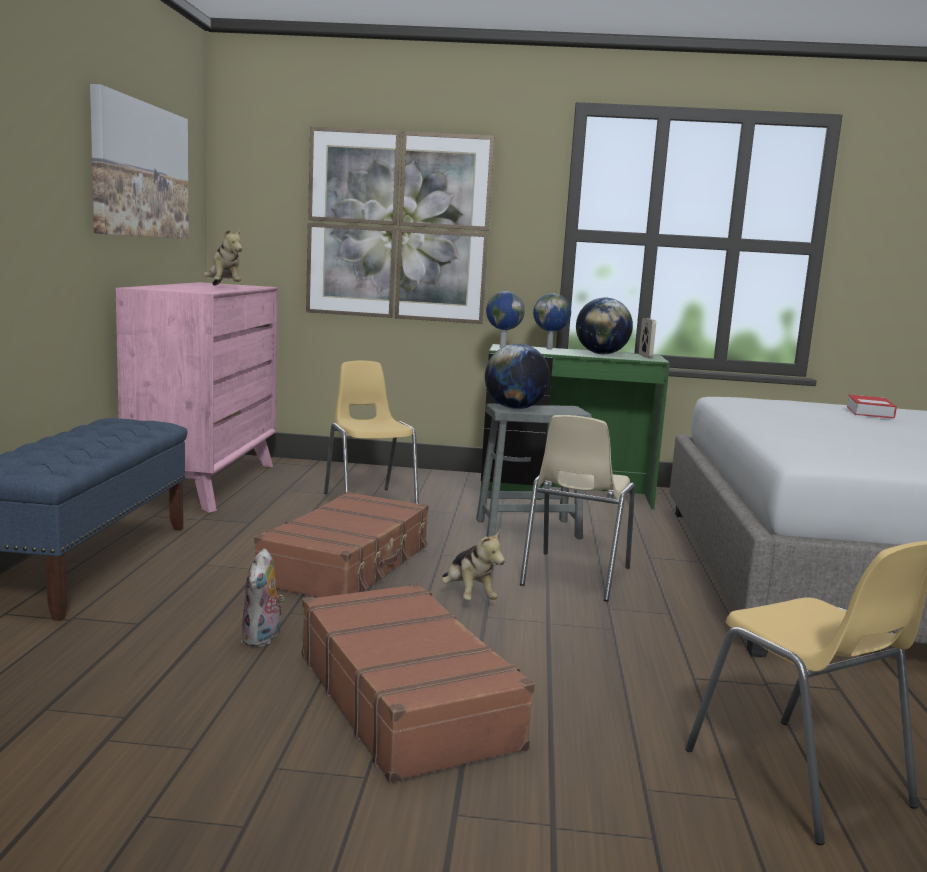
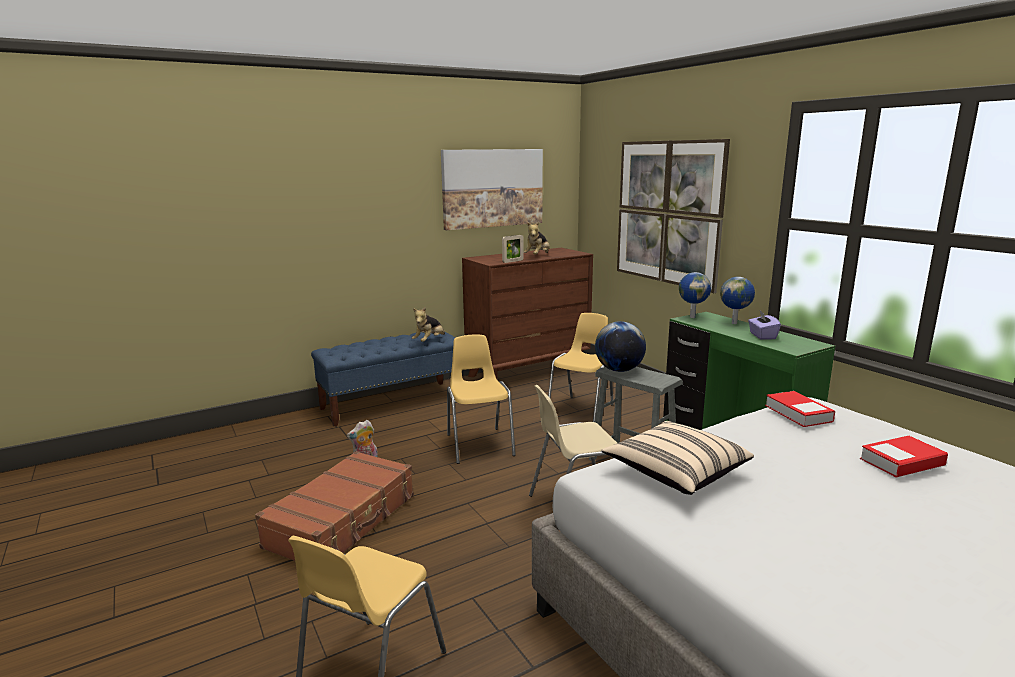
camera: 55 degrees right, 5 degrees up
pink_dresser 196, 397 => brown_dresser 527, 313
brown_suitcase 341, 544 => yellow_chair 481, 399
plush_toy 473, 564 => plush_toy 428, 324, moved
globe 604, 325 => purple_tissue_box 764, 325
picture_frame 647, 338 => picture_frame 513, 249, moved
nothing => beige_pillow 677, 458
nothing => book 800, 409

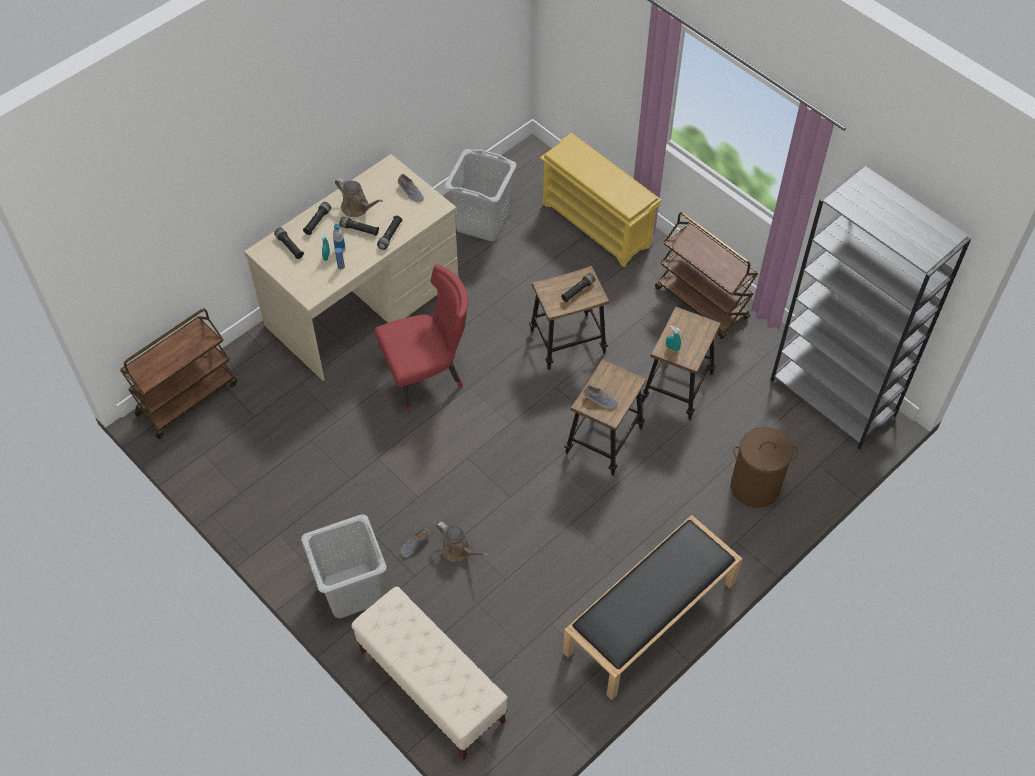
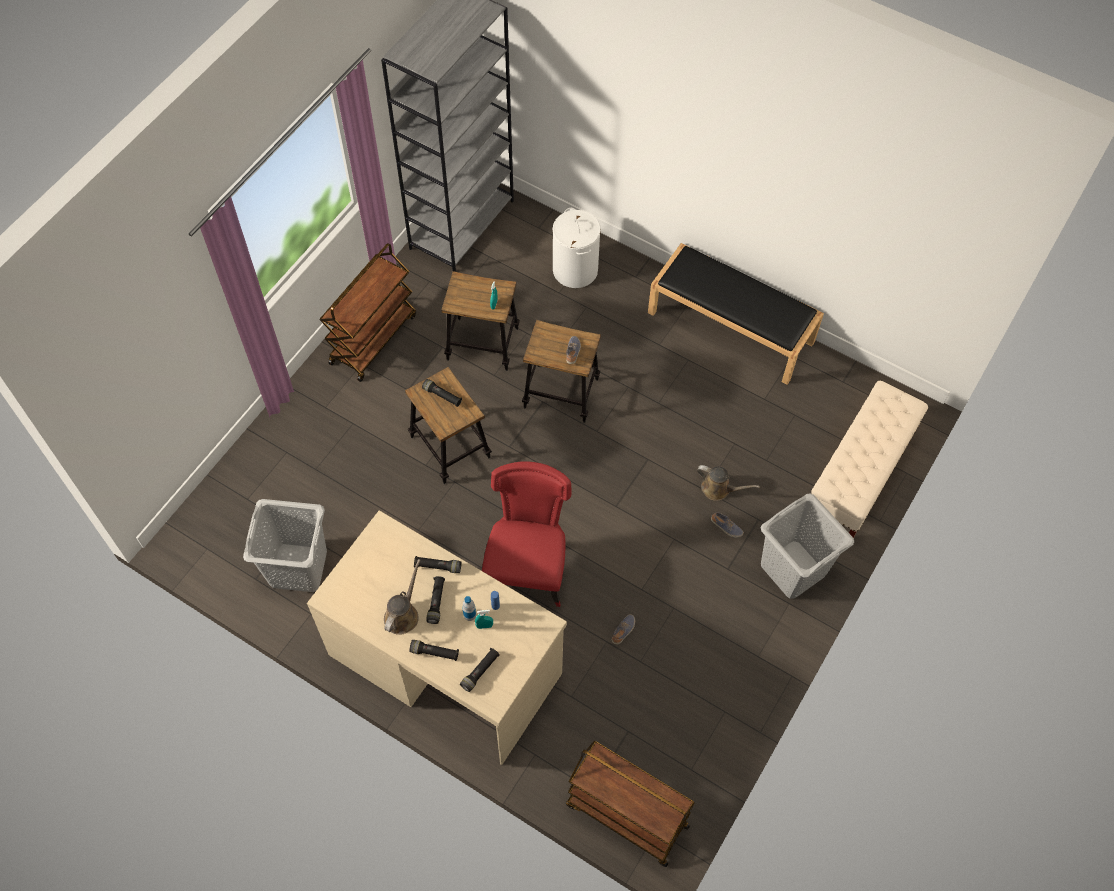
camera: 105 degrees left, 5 degrees up
red_chair 421, 339 => red_chair 526, 534, 45 degrees clockwise
shoe 411, 188 => shoe 623, 629, moved
brown_watering_can 462, 542 => brown_watering_can 728, 483, 90 degrees clockwise
yellow_shoe_rack 600, 200 => nothing
brown_laundry_basket 764, 467 => white_laundry_basket 577, 248

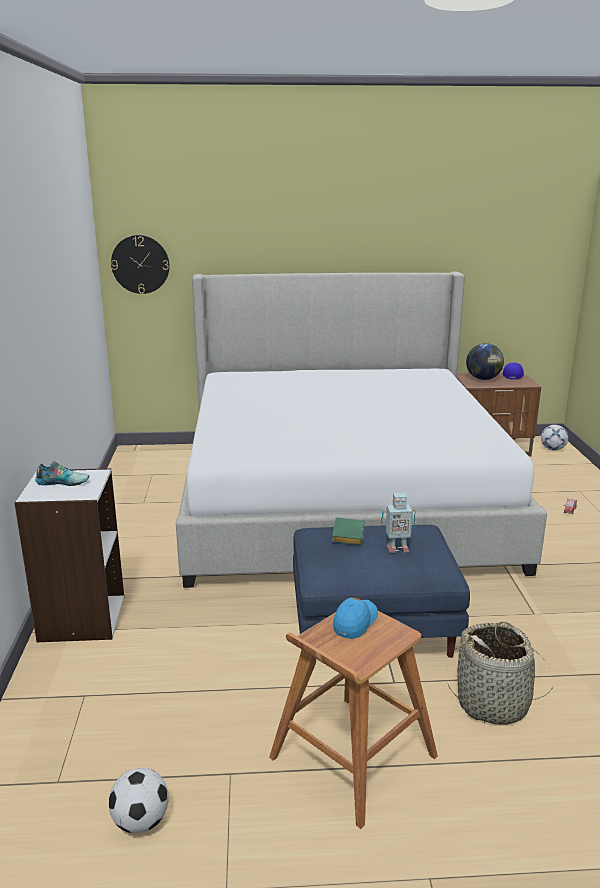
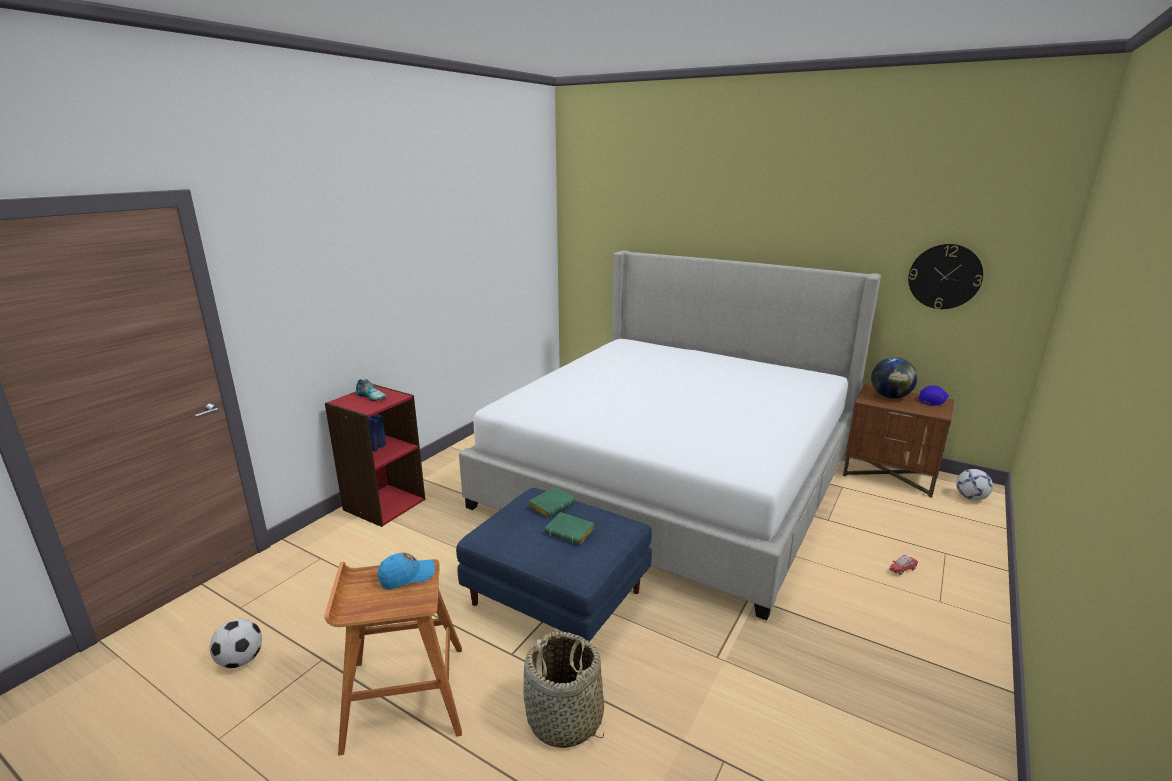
camera: 35 degrees right, 0 degrees up
white_bookcase 69, 555 => red_bookcase 375, 455
wall_clock 140, 264 => wall_clock 945, 276, moved
toy_robot 398, 523 => green_book 569, 528

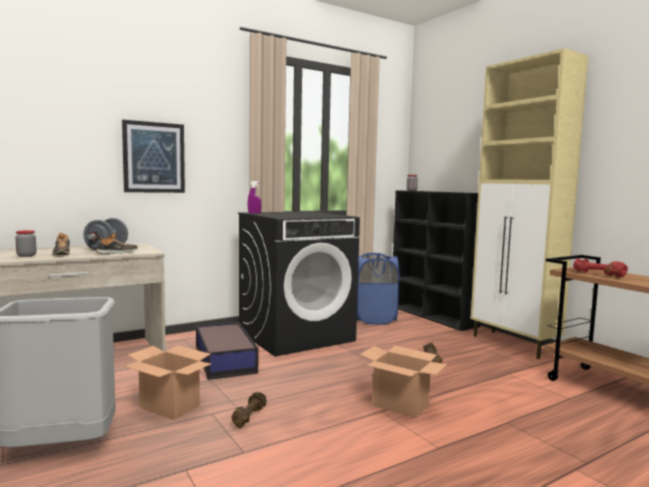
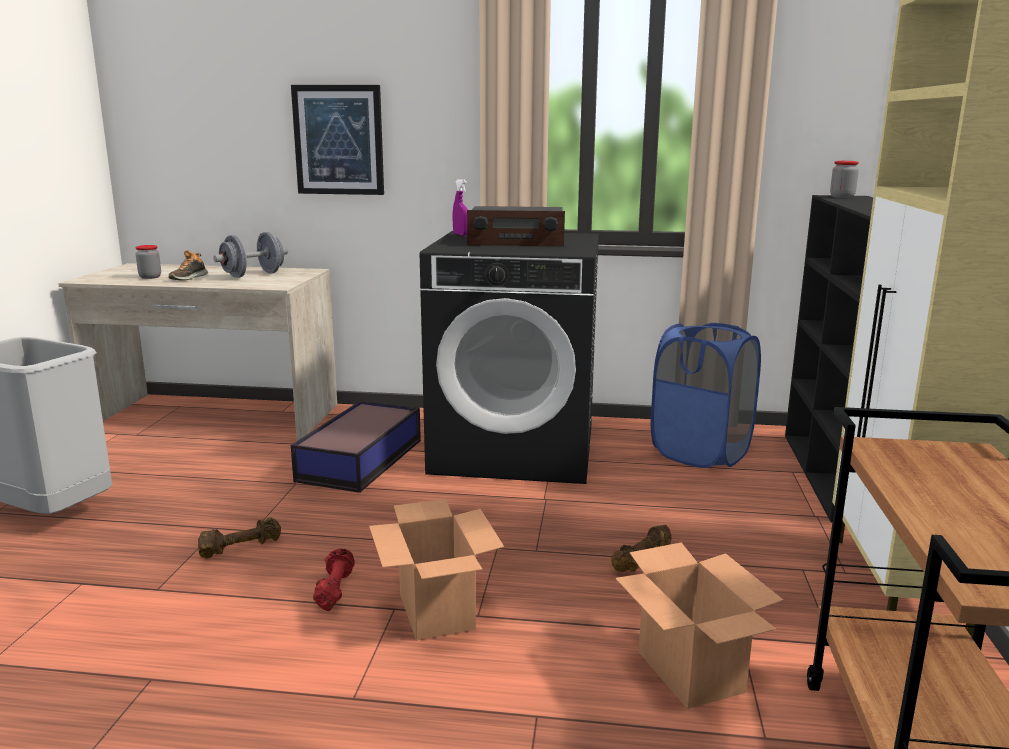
camera: 40 degrees right, 10 degrees up
shoe 117, 243 => nothing
cardboard_box 167, 382 => cardboard_box 699, 625, moved
red_dumbbell 600, 267 => red_dumbbell 334, 579, moved
nothing => radio 516, 226

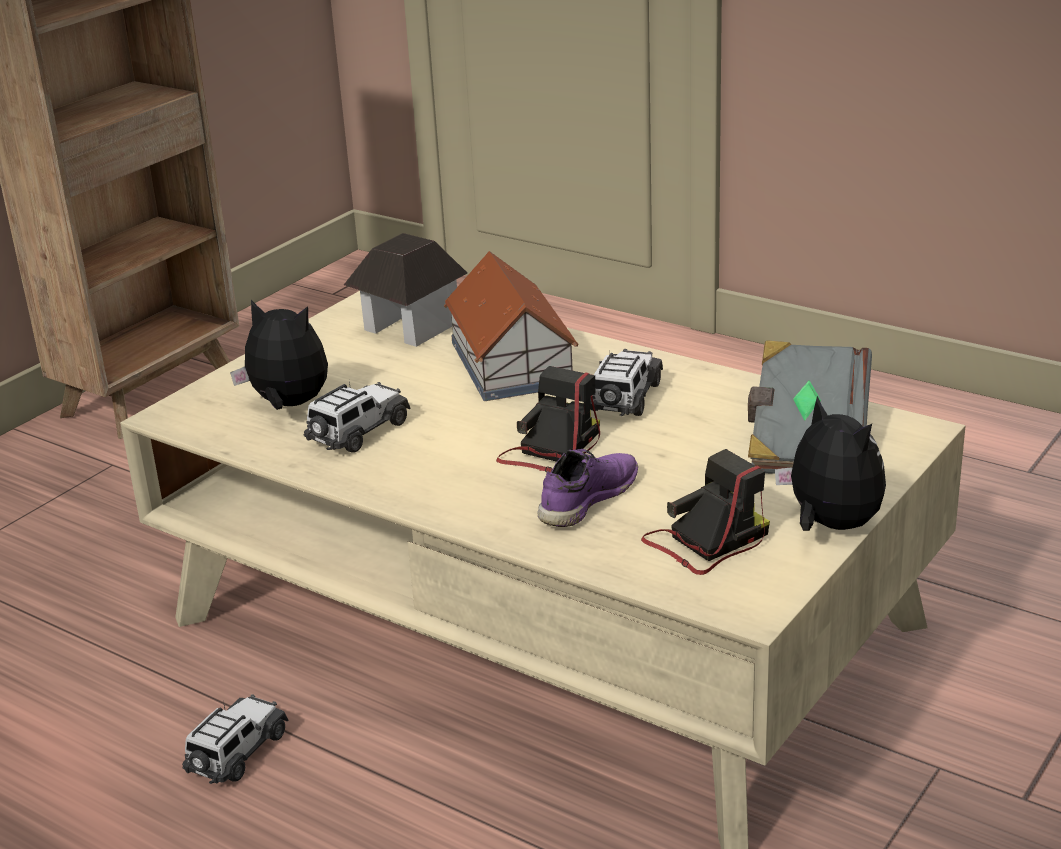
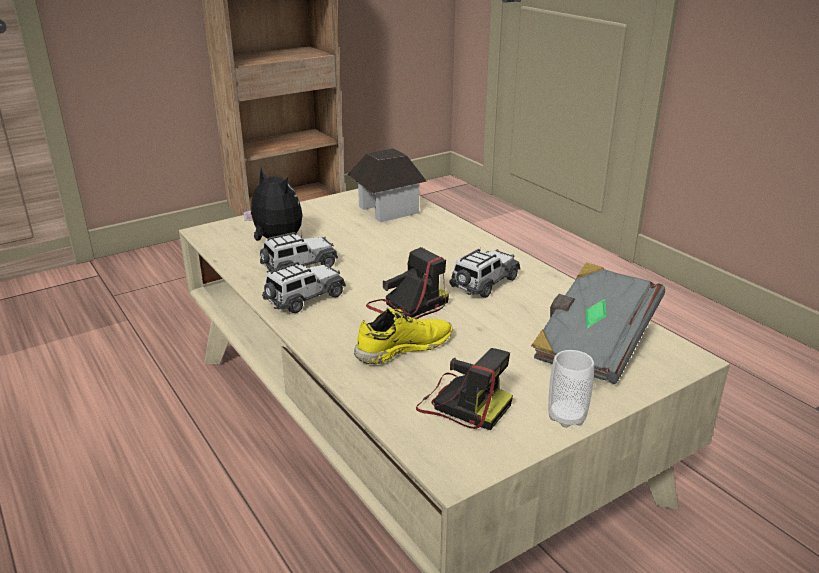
camera: 20 degrees right, 0 degrees up
toy_car 235, 739 => toy_car 304, 287, moved
toy_house 511, 326 => nothing
purple_shoe 587, 488 => yellow_shoe 403, 336
photo_camera 705, 512 => photo_camera 464, 389, 45 degrees clockwise
plush_toy 830, 463 => cup 571, 389

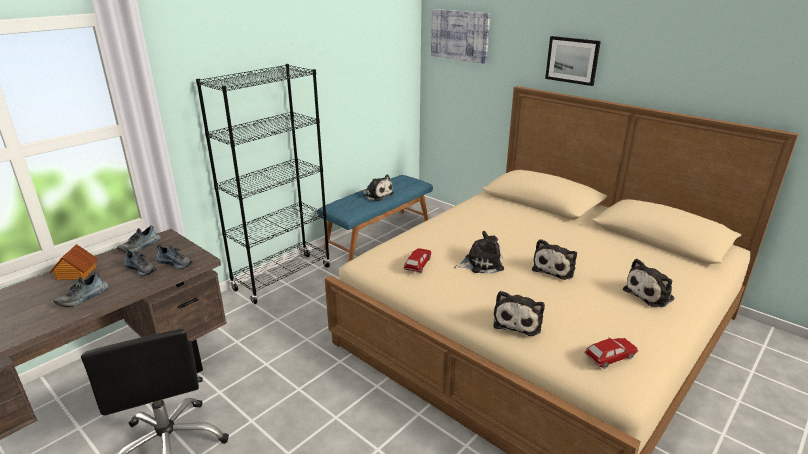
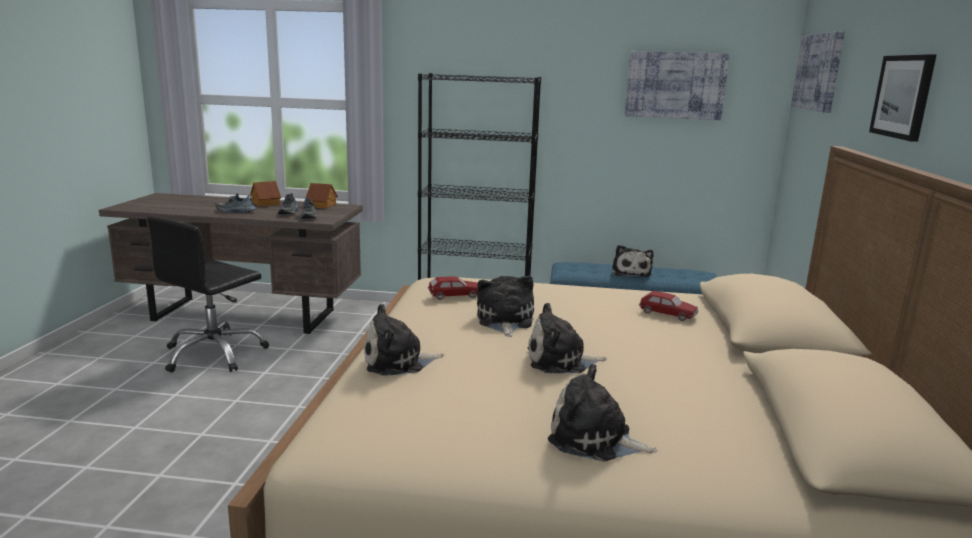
camera: 55 degrees right, 10 degrees down
shoe 139, 238 => toy_house 321, 196
plush_toy 479, 252 => plush_toy 505, 306, 135 degrees counterclockwise
toy_car 611, 353 => toy_car 669, 306, moved
nothing => picture 677, 85

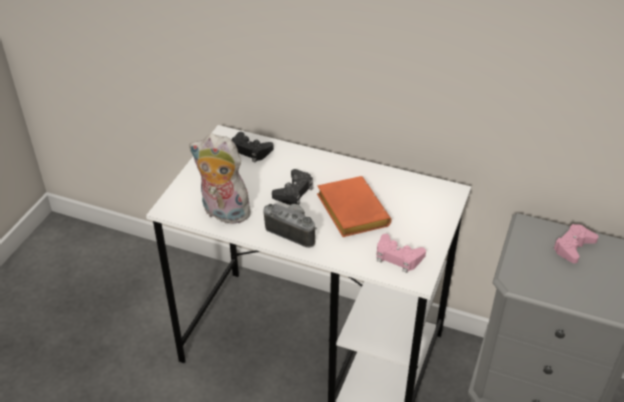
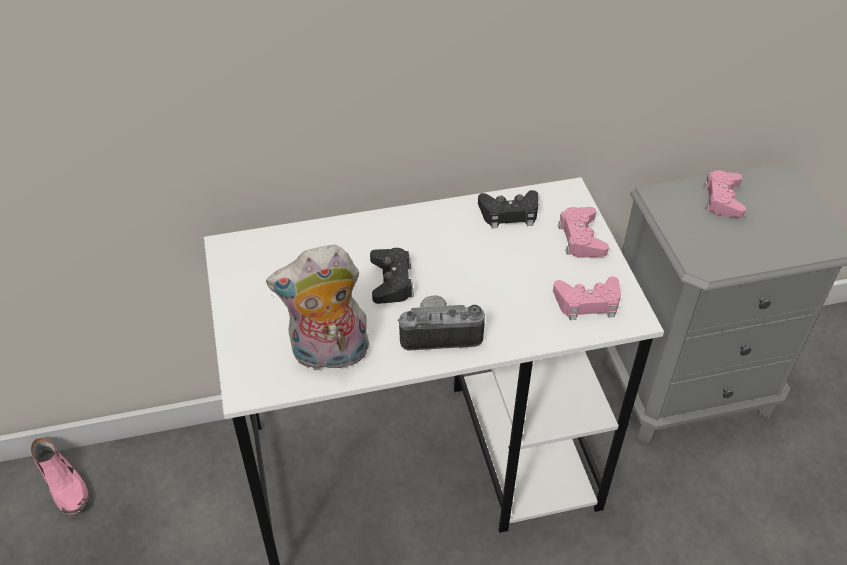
camera: 35 degrees left, 5 degrees up
black_game_controller 252, 147 => black_game_controller 508, 209, moved
orange_book 354, 206 => nothing
nothing => pink_shoe 59, 476
nothing => pink_game_controller 583, 232

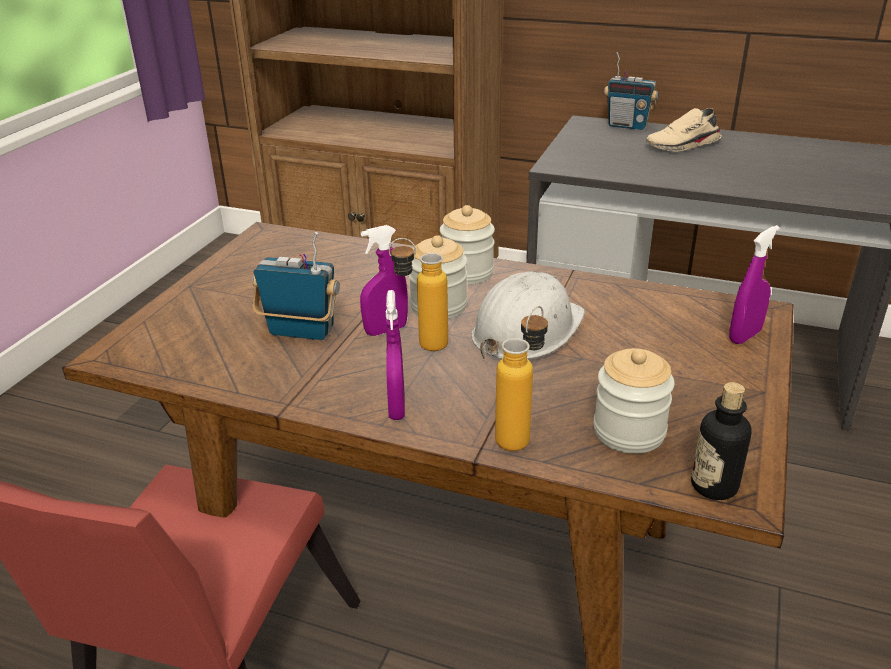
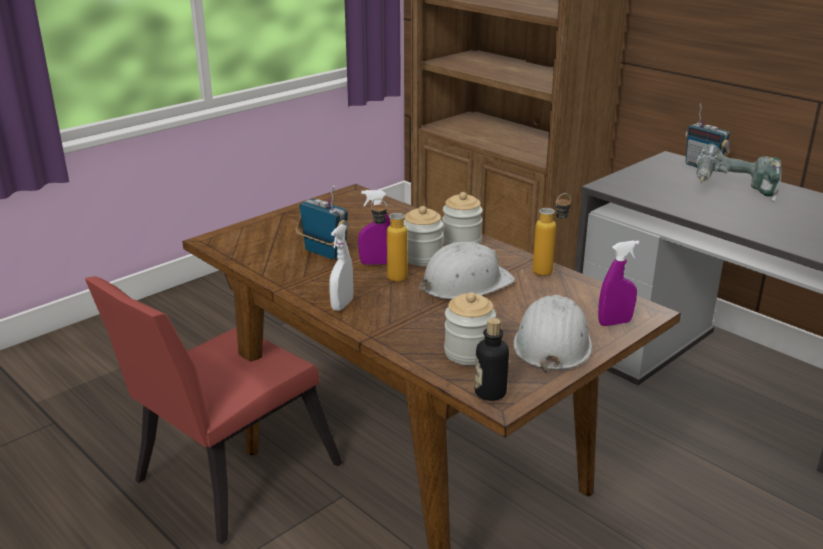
camera: 25 degrees right, 5 degrees down
purple_spray_bottle 395, 355 => white_spray_bottle 341, 267
bottle 521, 378 => bottle 551, 234, moved
beige_shoe 684, 130 => power_drill 738, 173
nothing => white_hard_hat 553, 334

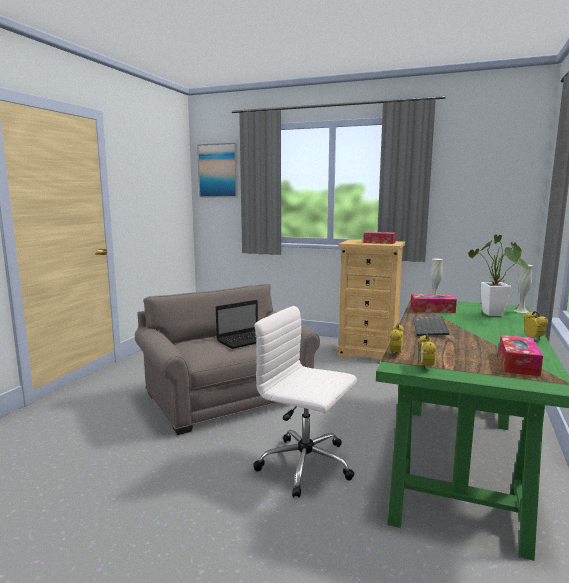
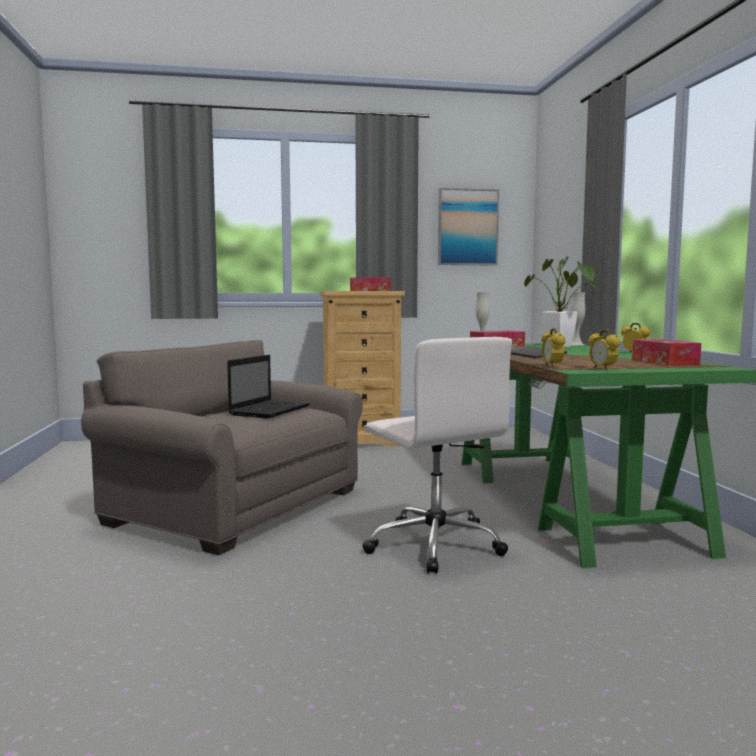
camera: 30 degrees left, 5 degrees down
picture 217, 170 => picture 468, 227, moved
white_office_chair 305, 402 => white_office_chair 437, 455, 120 degrees counterclockwise

